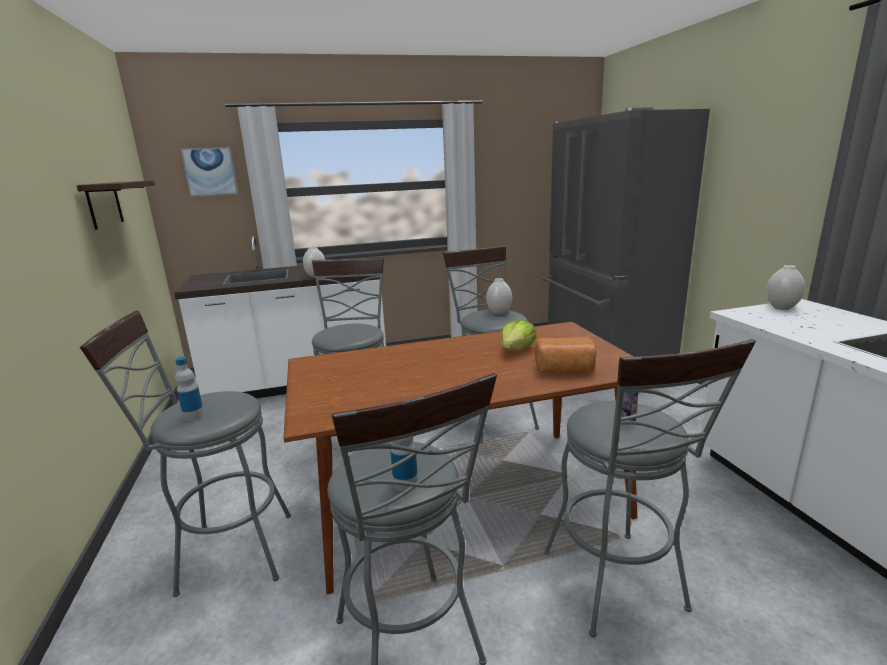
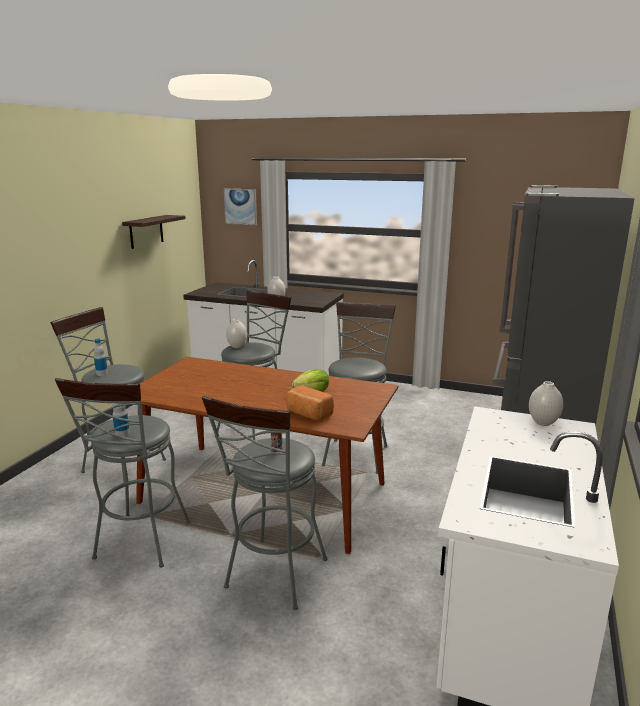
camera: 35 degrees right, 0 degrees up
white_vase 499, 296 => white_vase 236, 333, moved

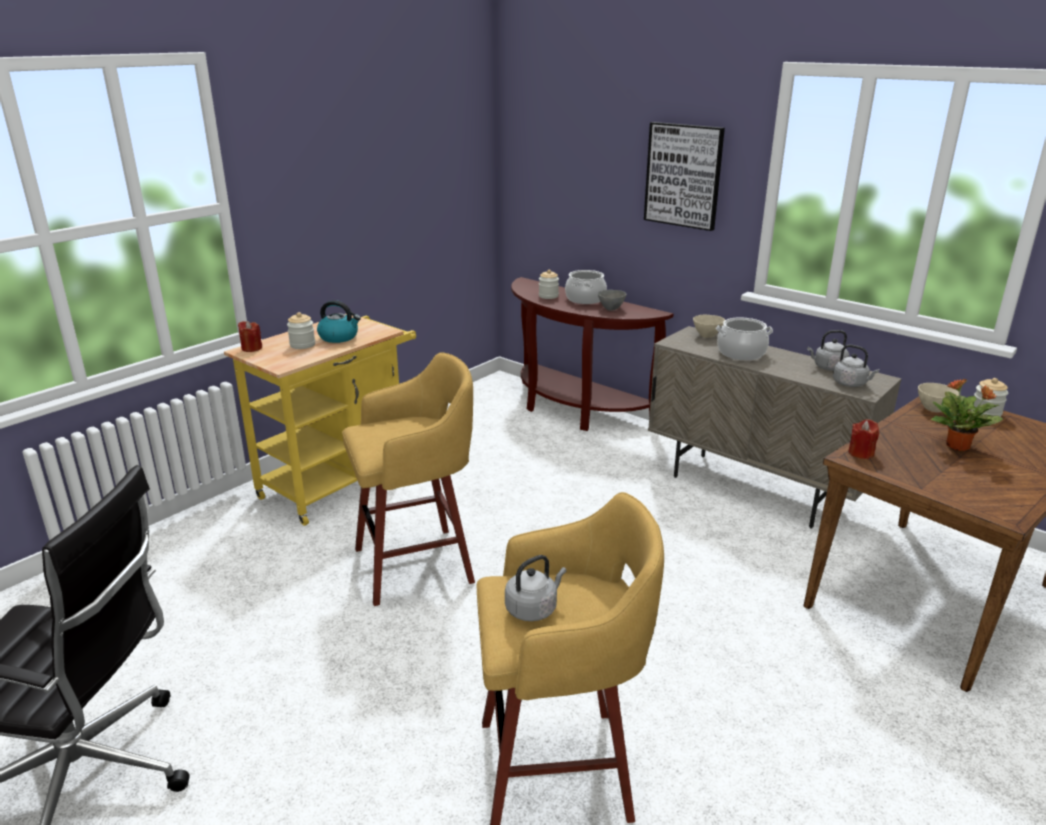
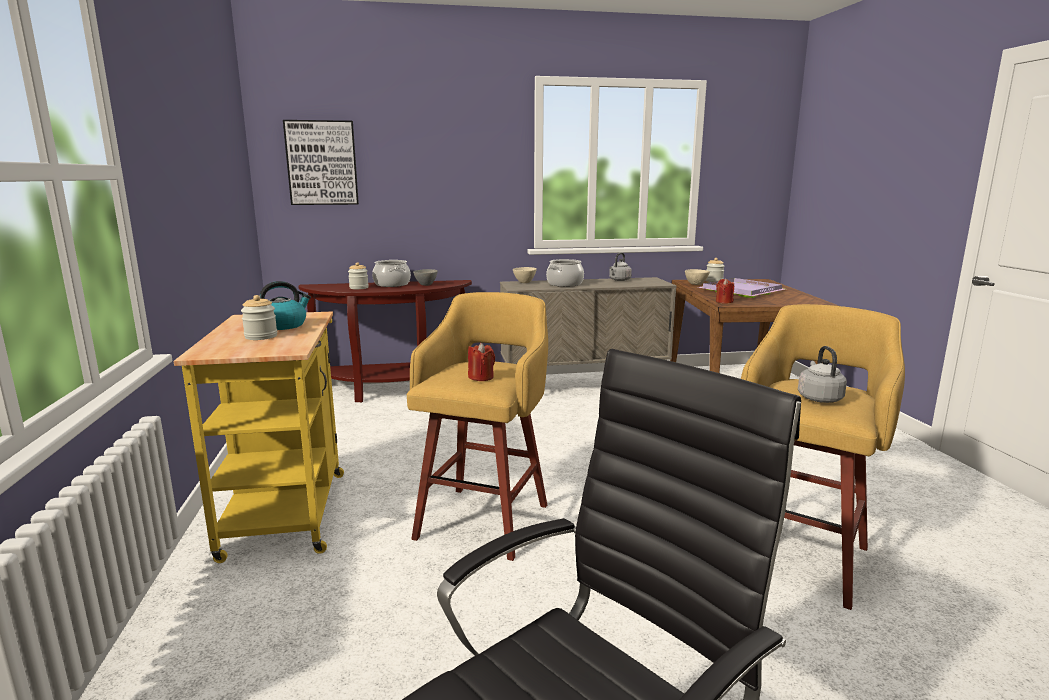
camera: 50 degrees left, 10 degrees down
red_candle 250, 336 => red_candle 481, 362, moved
picture 684, 176 => picture 321, 162, moved
grey_kettle 856, 366 => nothing
potted_plant 967, 415 => purple_tray 741, 288

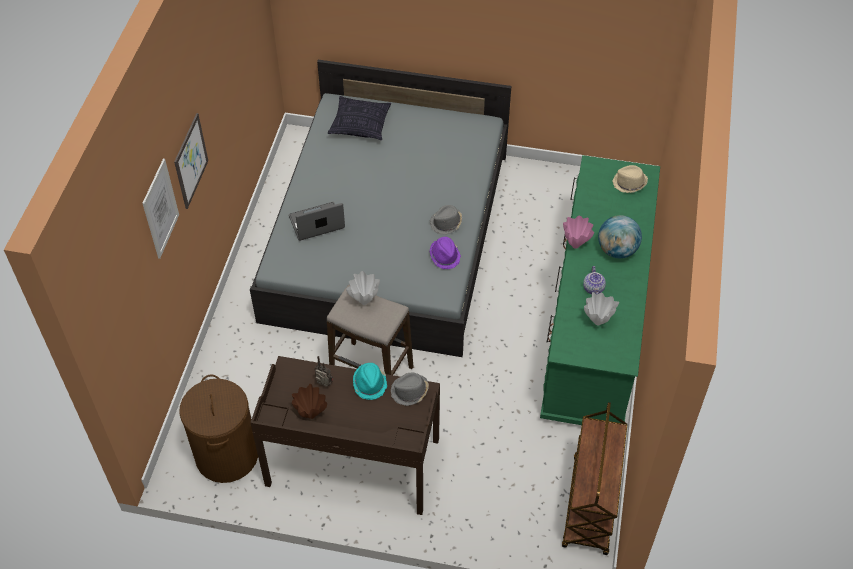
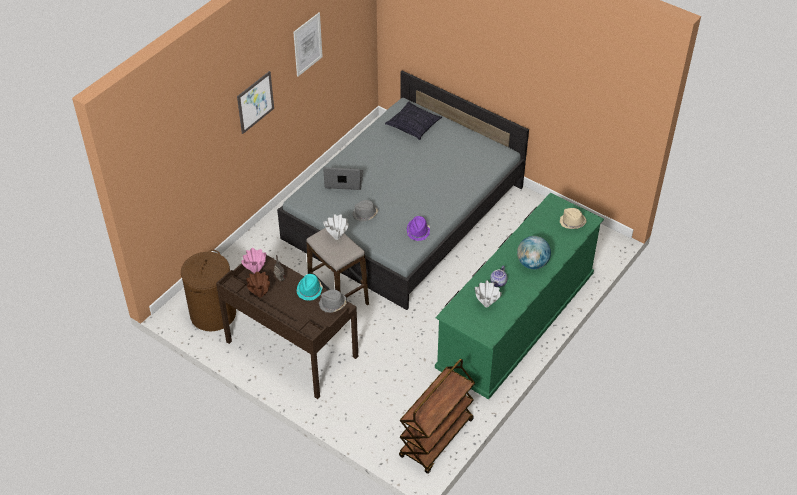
camera: 25 degrees right, 5 degrees down
picture 160, 209 => picture 308, 45, moved
grey_hat 446, 219 => grey_hat 365, 211, moved
pink_vase 578, 232 => pink_vase 253, 261, moved

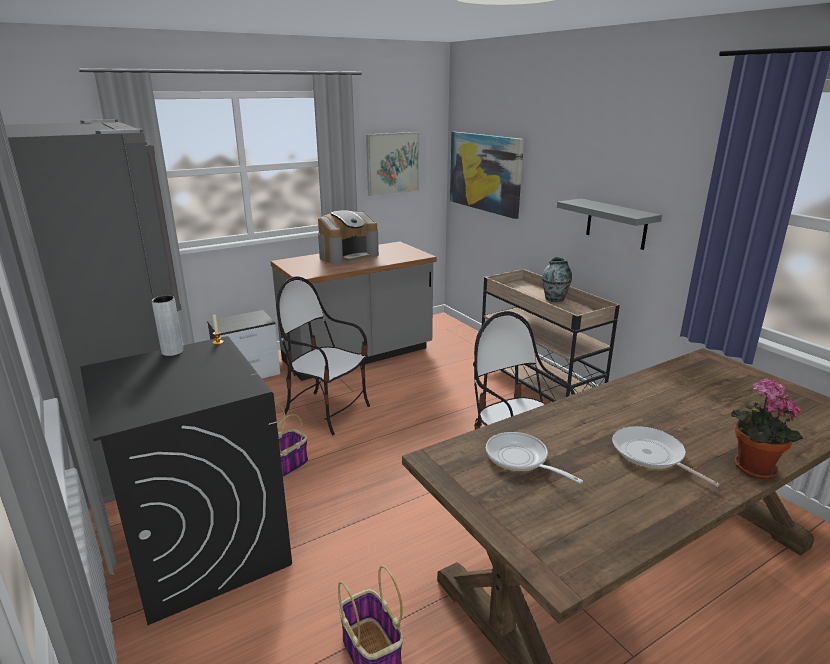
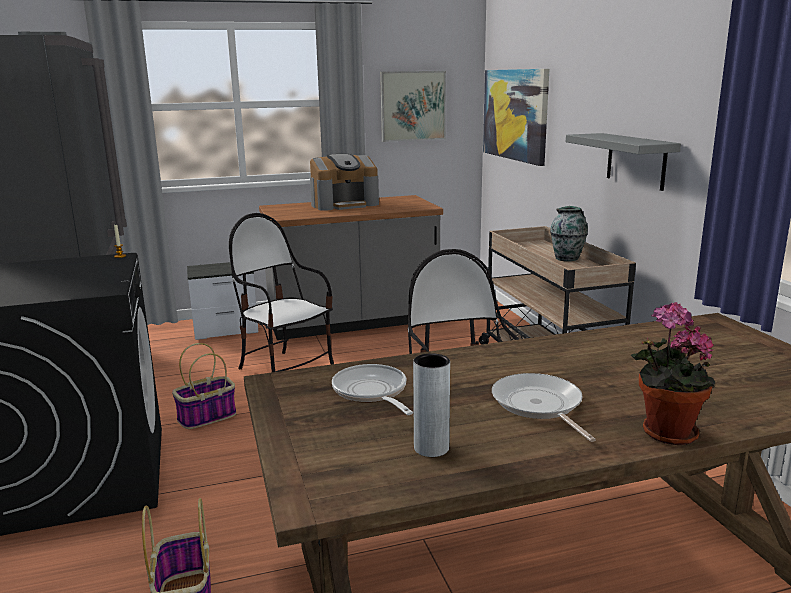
camera: 15 degrees right, 5 degrees down
grey_vase 168, 326 => grey_vase 431, 405, moved

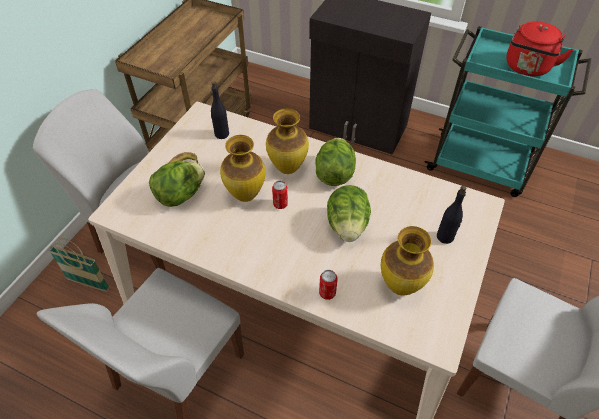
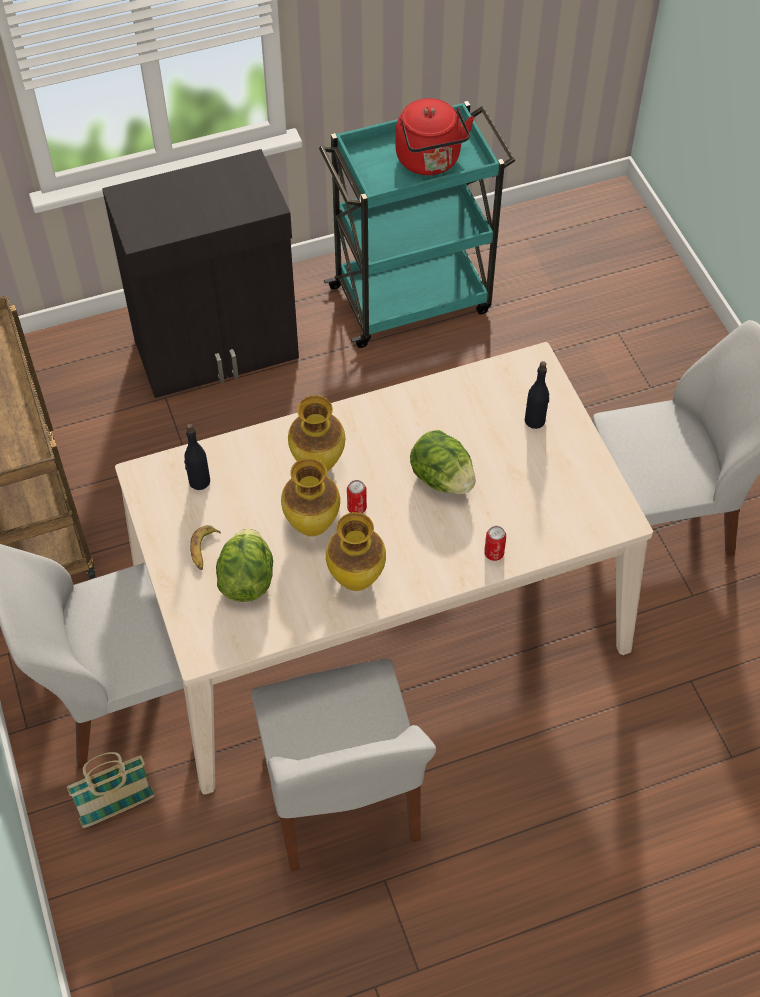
camera: 45 degrees left, 5 degrees up
lettuce 335, 162 => nothing
vase 407, 260 => vase 356, 551, moved

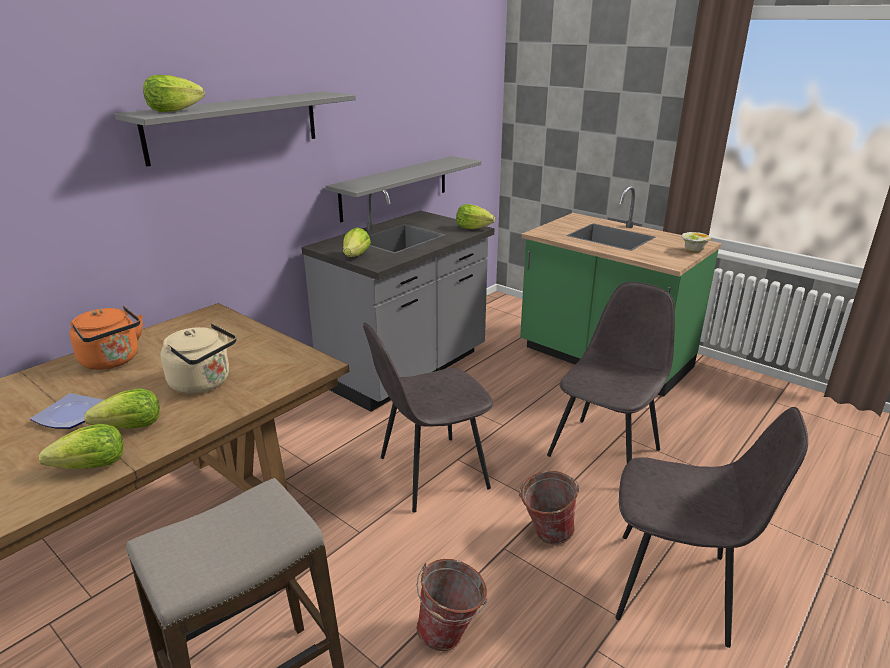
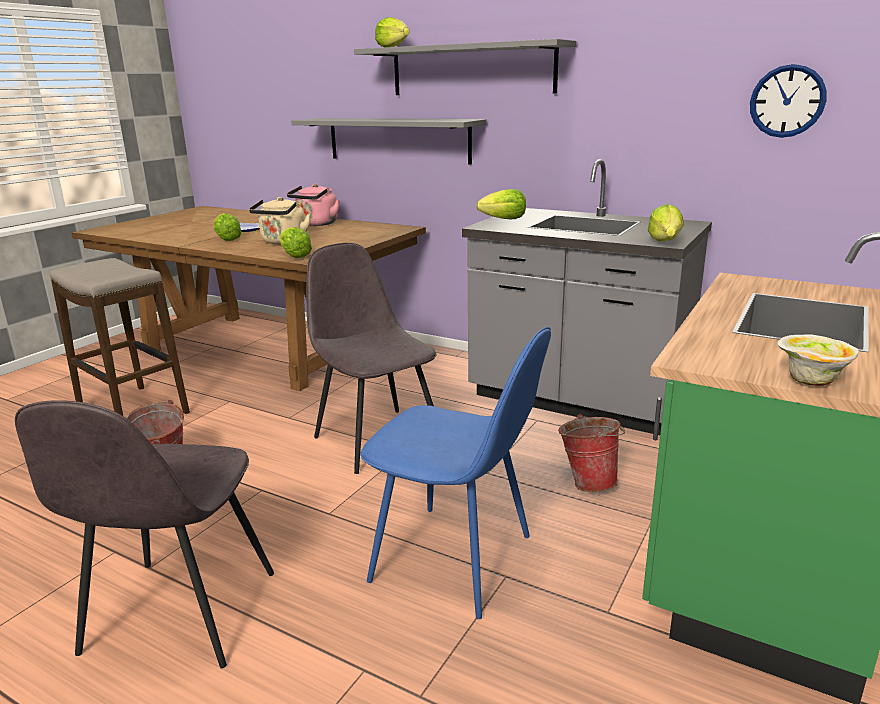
camera: 80 degrees right, 5 degrees down
lettuce 81, 446 => lettuce 296, 242, moved
orange_kettle 106, 338 => pink_kettle 313, 205
grey_shelf 403, 189 => grey_shelf 388, 141, moved
bucket 548, 507 => bucket 591, 453, moved
grey_chair 611, 373 => blue_chair 455, 473
nothing => wall_clock 788, 101

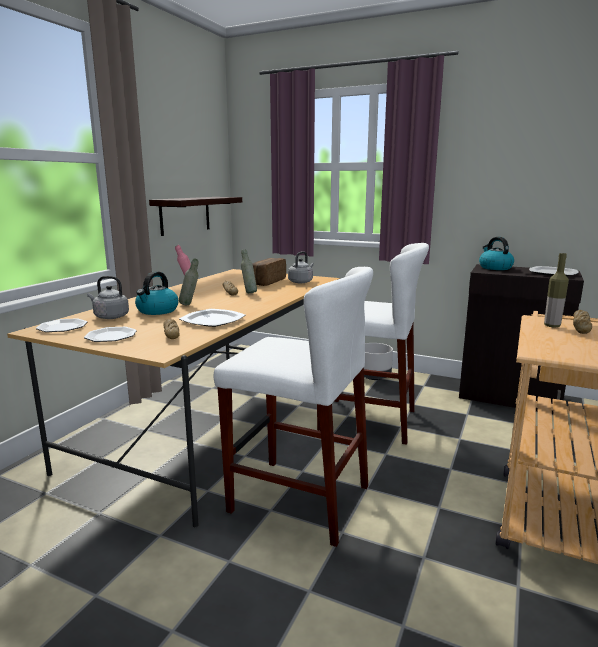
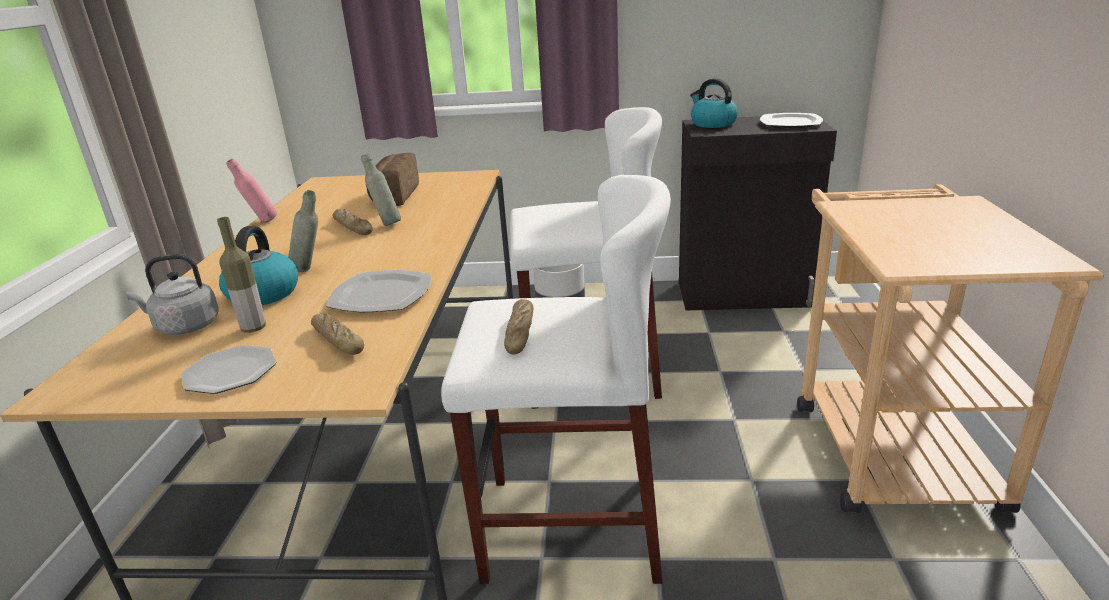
camera: 20 degrees left, 10 degrees up
plate 61, 325 => nothing
shelf 195, 216 => nothing
grey_kettle 301, 267 => nothing
bottle 556, 290 => bottle 241, 275, moved
bread 582, 322 => bread 519, 326, moved

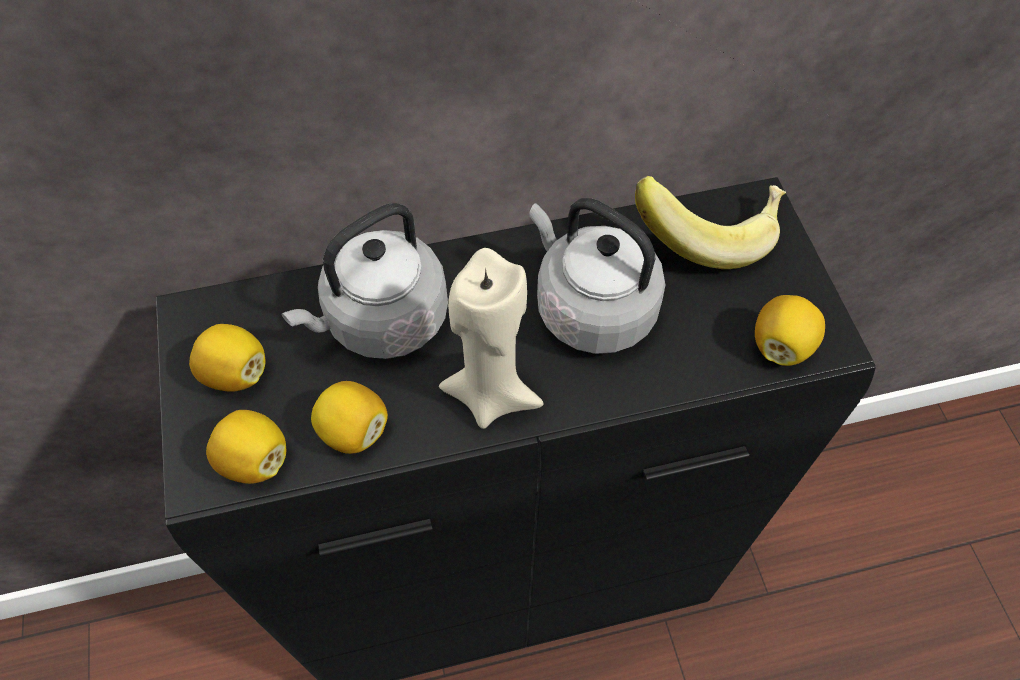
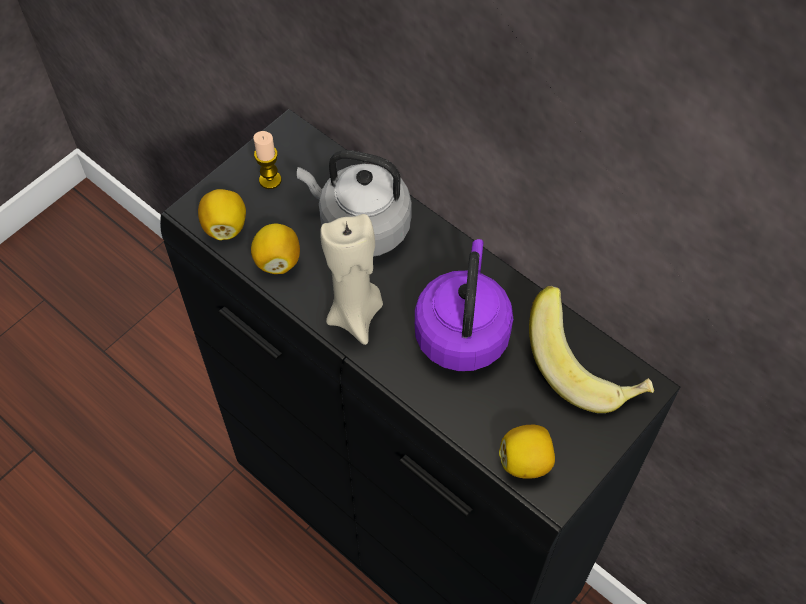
camera: 55 degrees right, 0 degrees up
lemon 227, 358 => candle 267, 160
grey_kettle 597, 276 => purple_kettle 464, 305

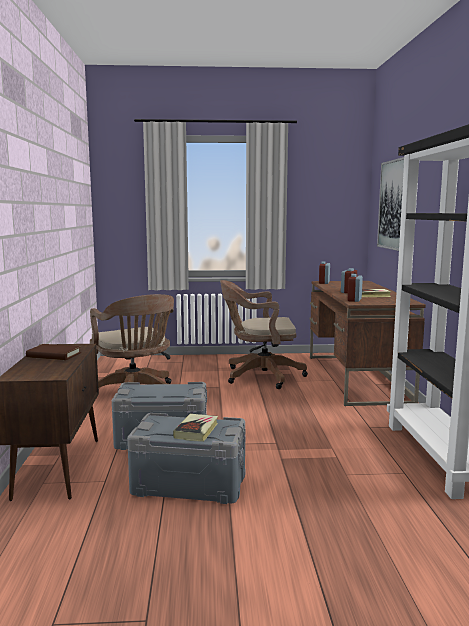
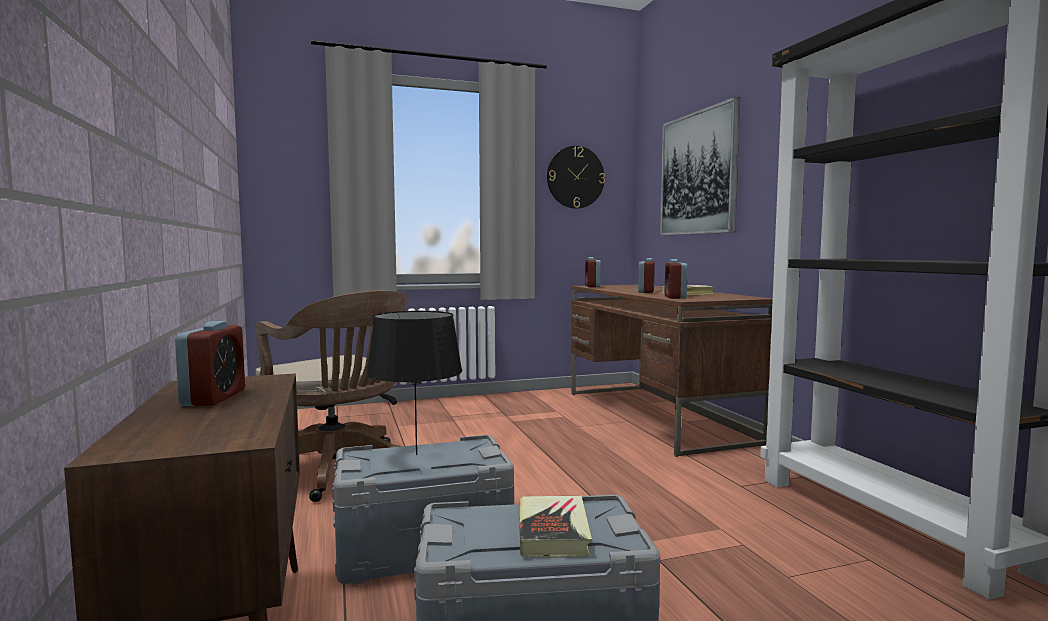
camera: 15 degrees left, 5 degrees down
brown_book 53, 352 => alarm_clock 210, 363
brown_office_chair 264, 334 => nothing
nothing => black_table_lamp 414, 383
nothing => wall_clock 576, 177

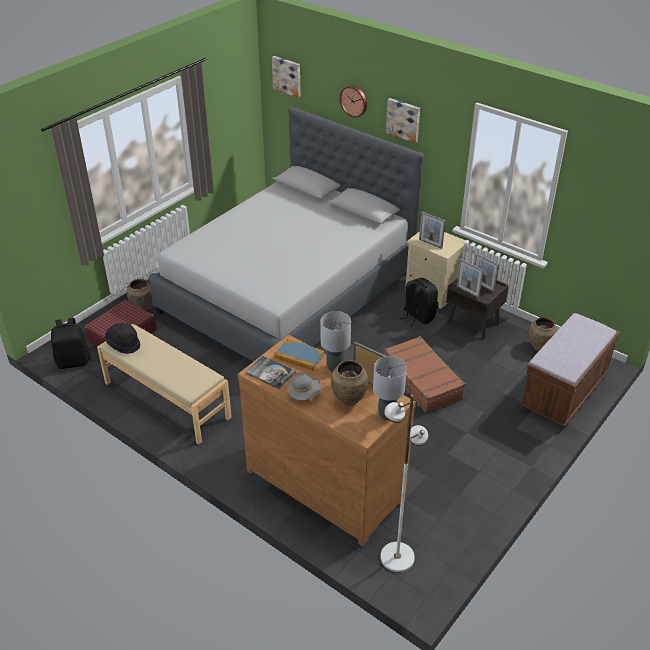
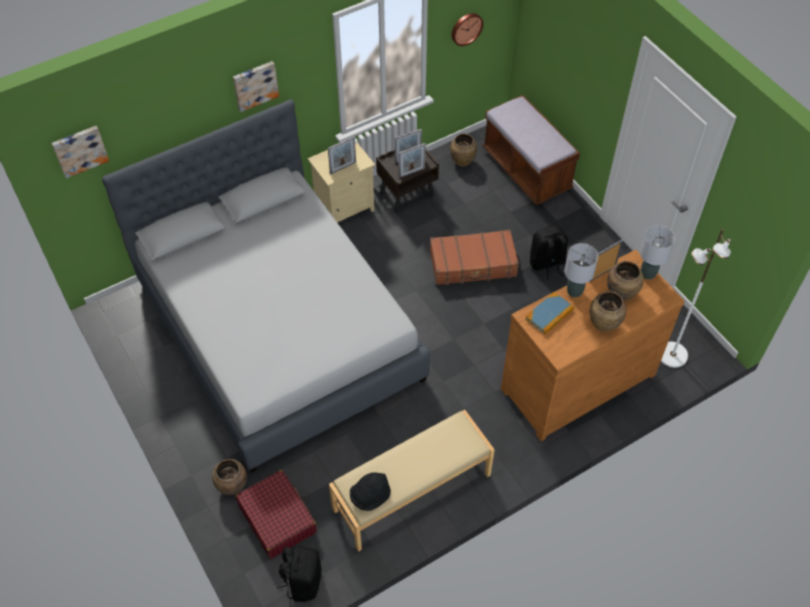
camera: 70 degrees left, 15 degrees up
book 271, 372 => nothing
grey_hat 304, 387 => brown_vase 607, 311
wall_clock 353, 101 => wall_clock 467, 29, moved
black_backpack 419, 302 => black_backpack 549, 252, moved

